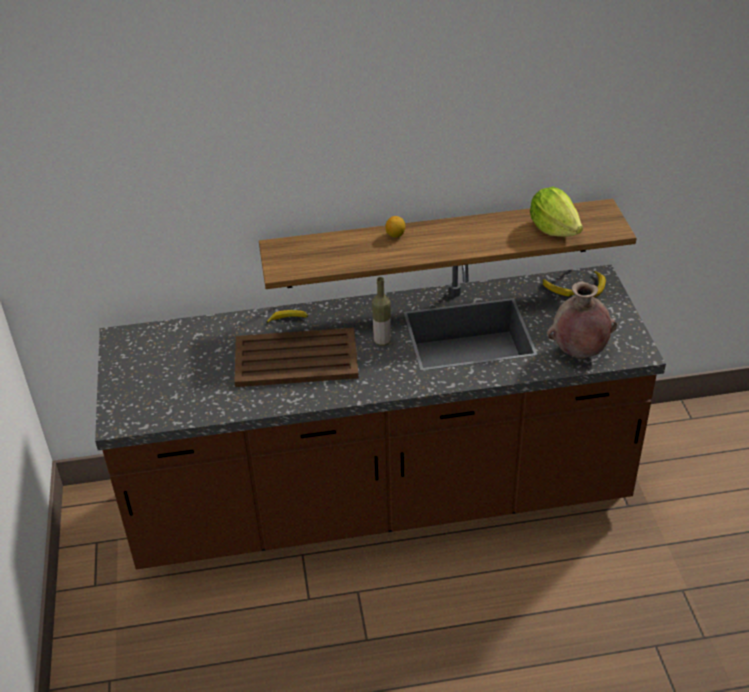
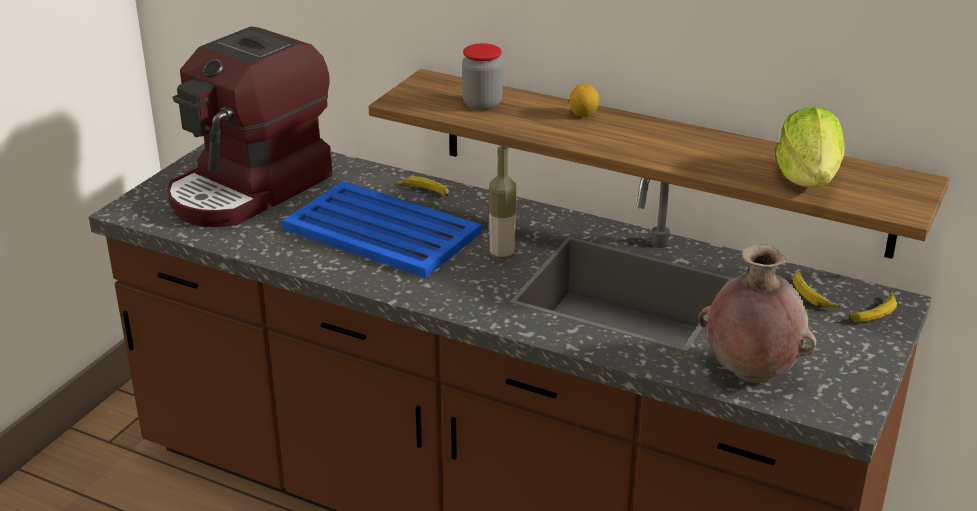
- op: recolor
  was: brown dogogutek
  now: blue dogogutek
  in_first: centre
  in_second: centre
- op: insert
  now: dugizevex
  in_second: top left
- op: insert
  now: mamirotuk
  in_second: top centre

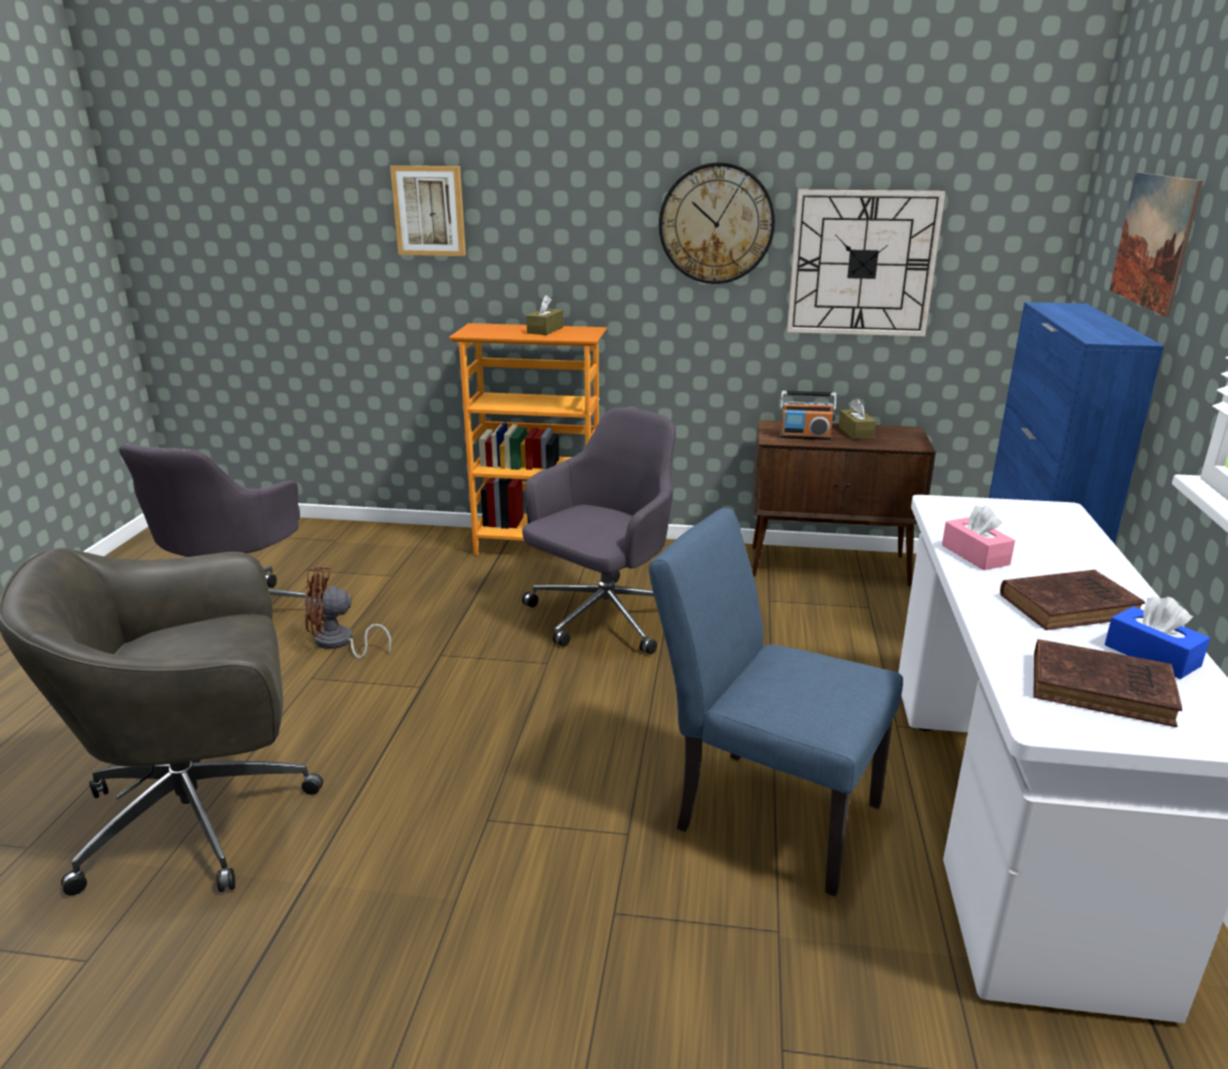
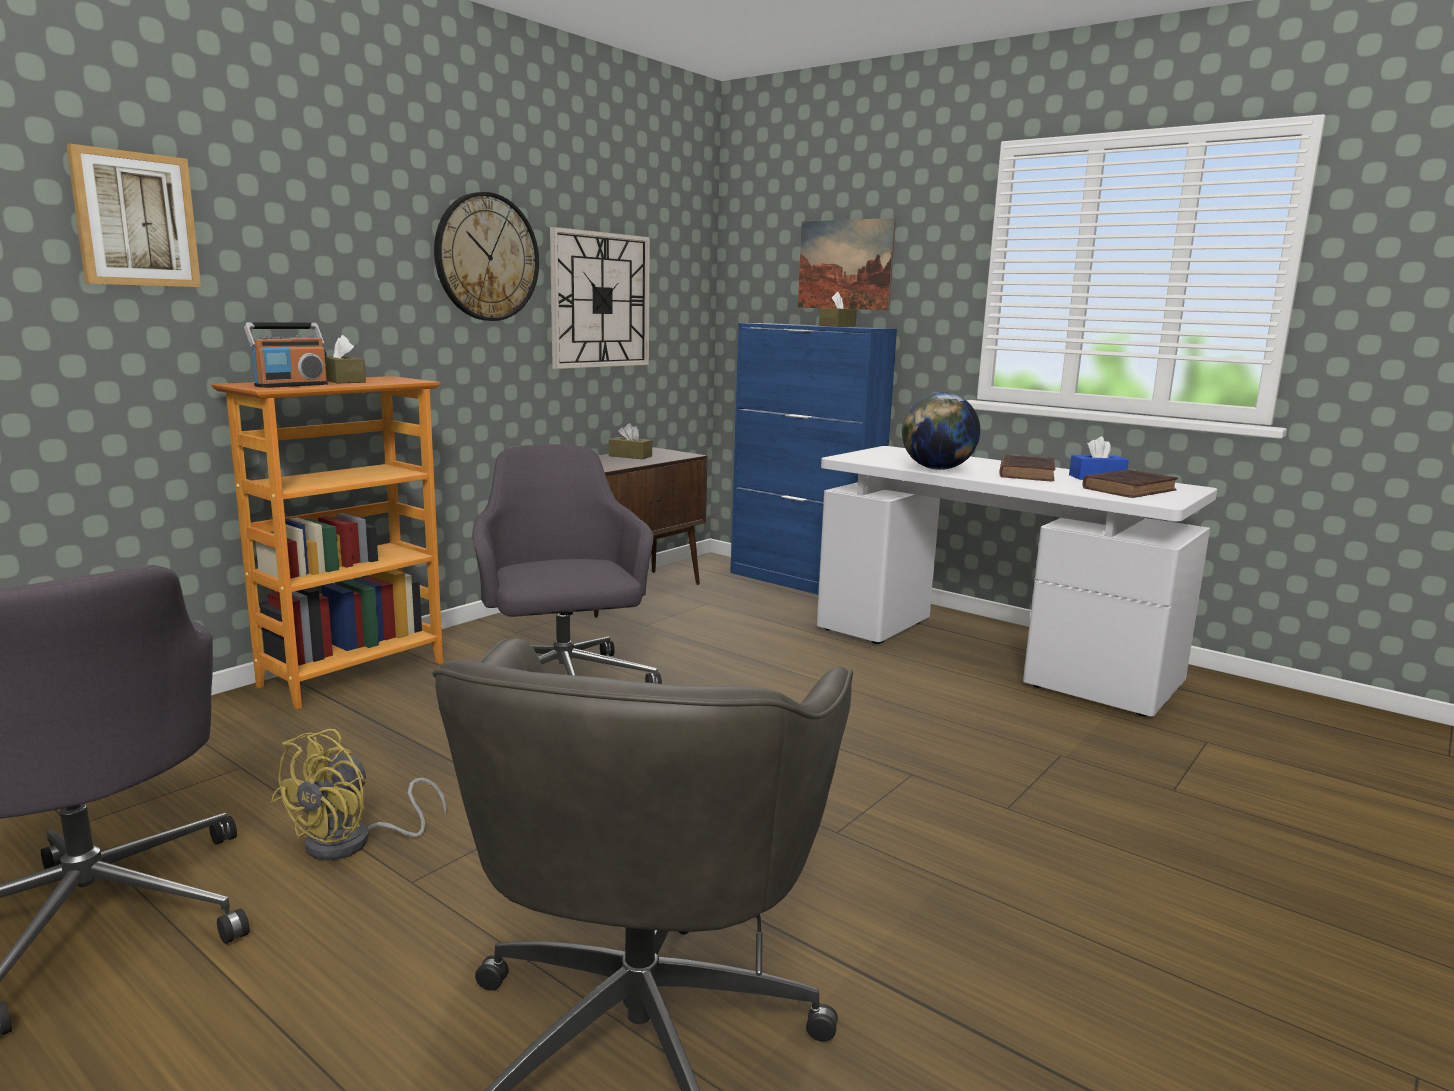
- op: recolor
  was: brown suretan
  now: yellow suretan
  in_first: middle left
  in_second: bottom left
- op: delete
  was: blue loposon
  in_first: centre
- op: move
  was: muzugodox
  in_first: centre
  in_second: top left
- op: replace
  was: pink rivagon
  now: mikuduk
  in_first: middle right
  in_second: centre
- op: insert
  now: brown rivagon (3rd from left)
  in_second: top centre

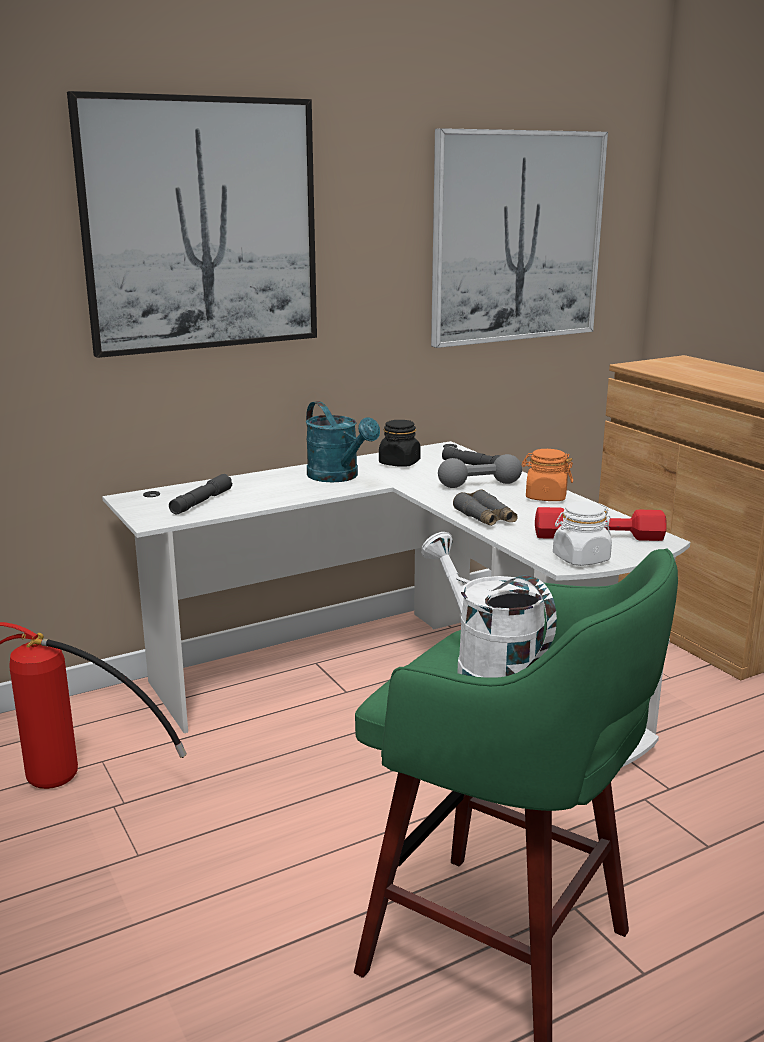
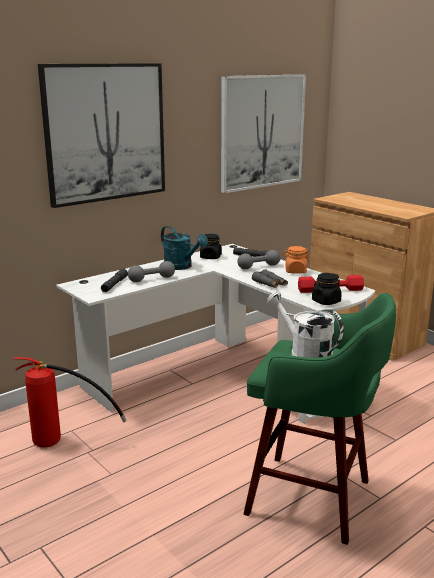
- op: recolor
  was: white mamirotuk
  now: black mamirotuk (2nd from left)
  in_first: middle right
  in_second: middle right
- op: insert
  now: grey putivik (1st from left)
  in_second: centre

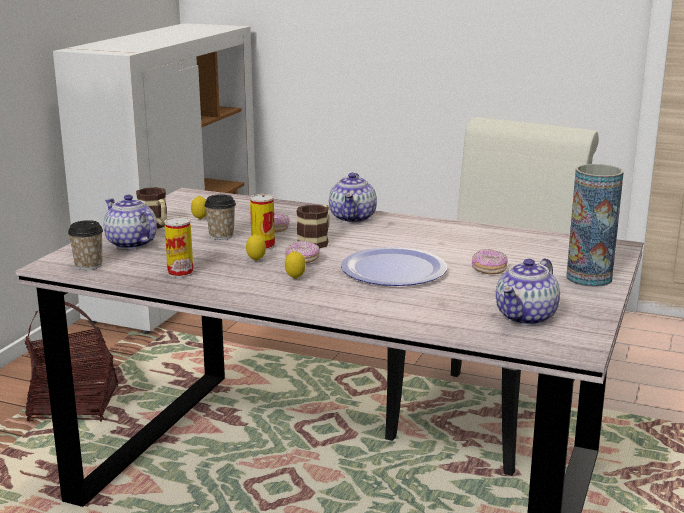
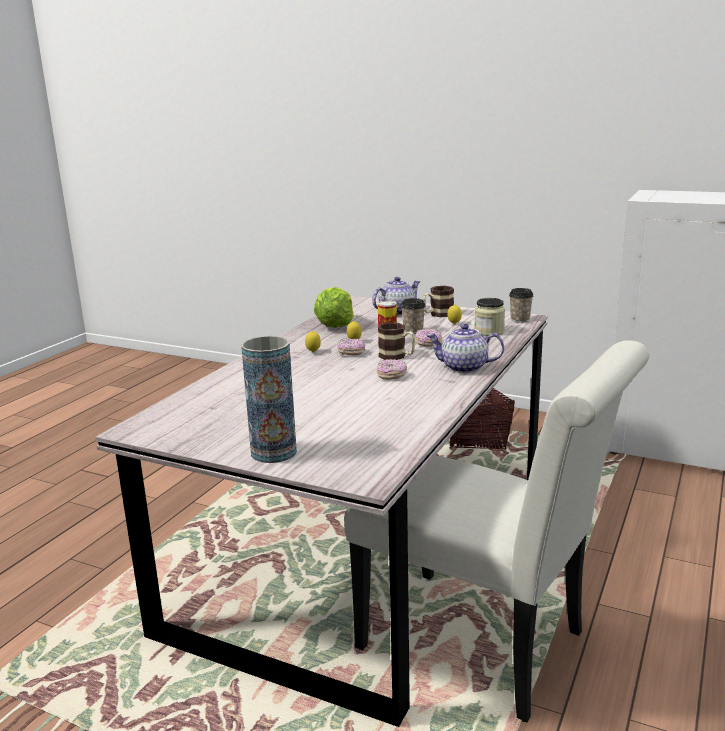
- op: move
  was: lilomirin (1st from left in the first image)
  now: lilomirin (2nd from left)
  in_first: middle left
  in_second: middle right
- op: replace
  was: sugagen (1st from left)
  now: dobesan
  in_first: middle left
  in_second: centre
- op: delete
  was: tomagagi
  in_first: centre
- op: move
  was: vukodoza (3rd from left in the first image)
  now: vukodoza (2nd from left)
  in_first: middle right
  in_second: centre
- op: delete
  was: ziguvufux (3rd from left)
  in_first: middle right
- op: insert
  now: mamirotuk
  in_second: middle right

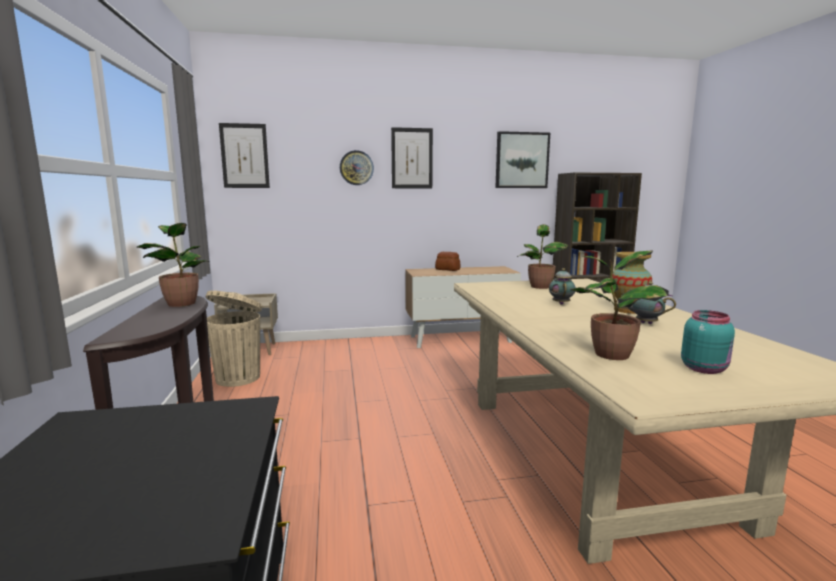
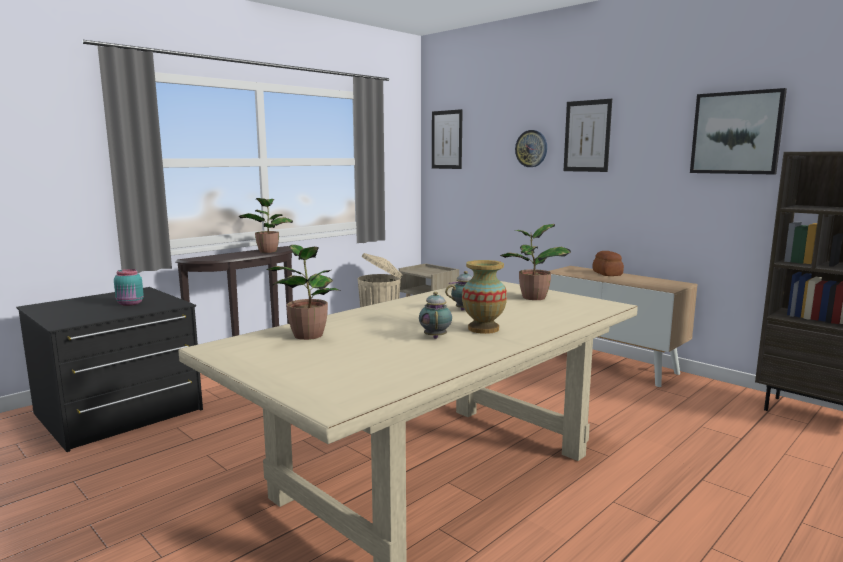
- op: move
  was: turquoise mamirotuk
  in_first: middle right
  in_second: middle left

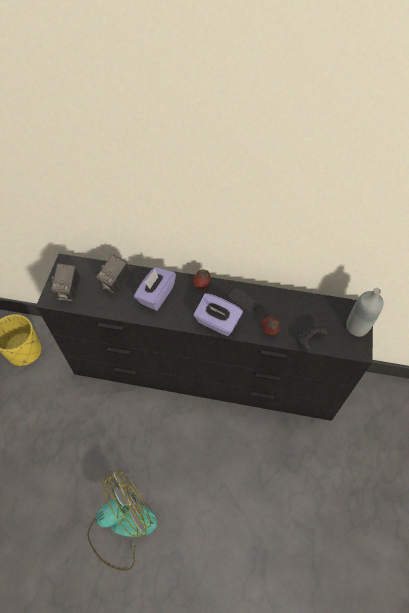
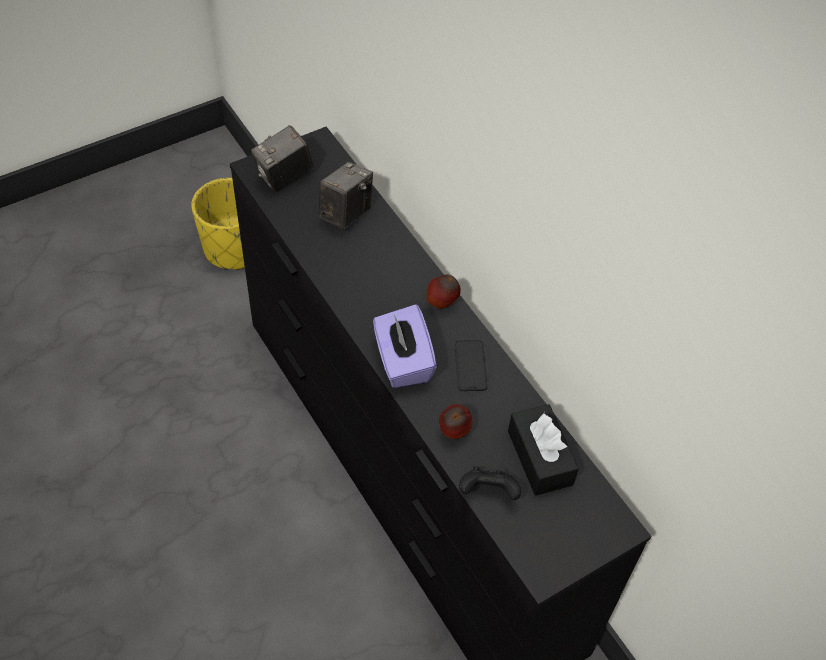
- op: delete
  was: suretan
  in_first: bottom left
- op: rotate
  was: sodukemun (2nd from left)
  in_first: middle left
  in_second: top centre
  clockwise: 135
- op: delete
  was: purple rivagon (1st from left)
  in_first: centre
- op: delete
  was: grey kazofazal
  in_first: middle right
- op: insert
  now: black rivagon
  in_second: bottom centre

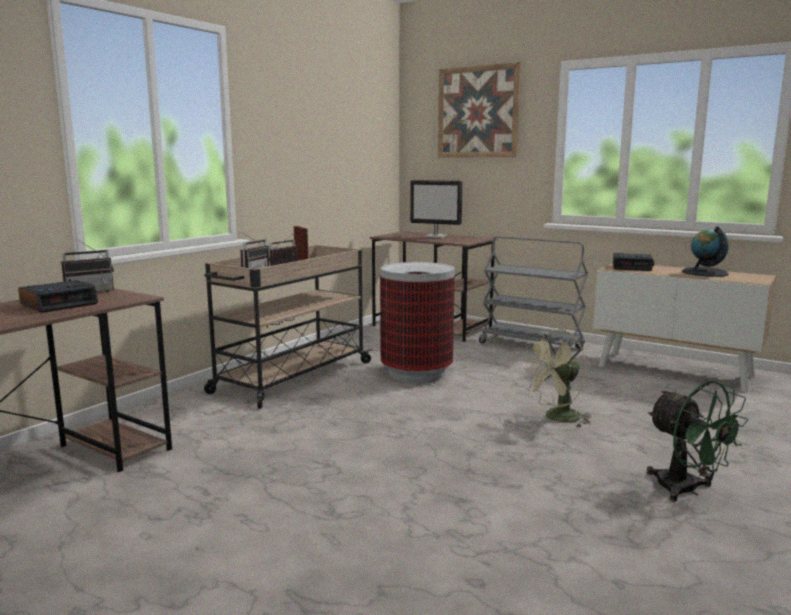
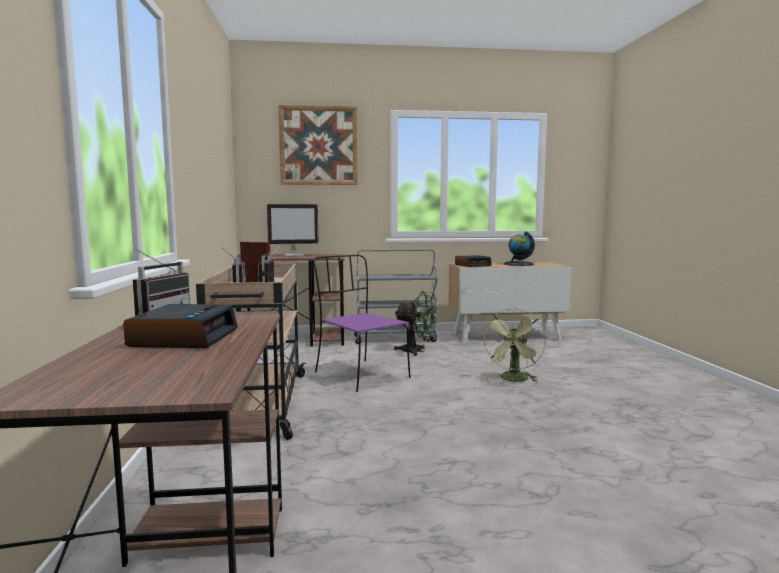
- op: replace
  was: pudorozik
  now: purple loposon
  in_first: centre
  in_second: centre
- op: move
  was: green suretan (2nd from left in the first image)
  now: green suretan (1st from left)
  in_first: bottom right
  in_second: centre

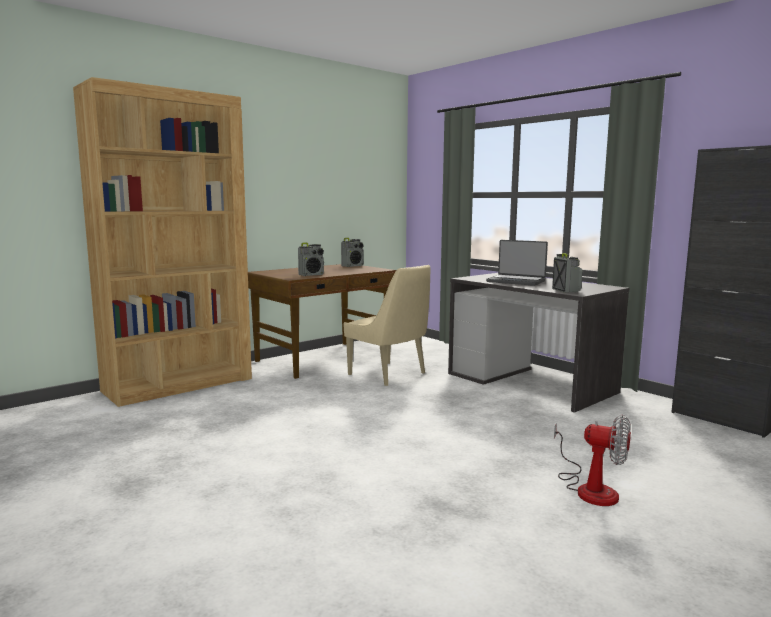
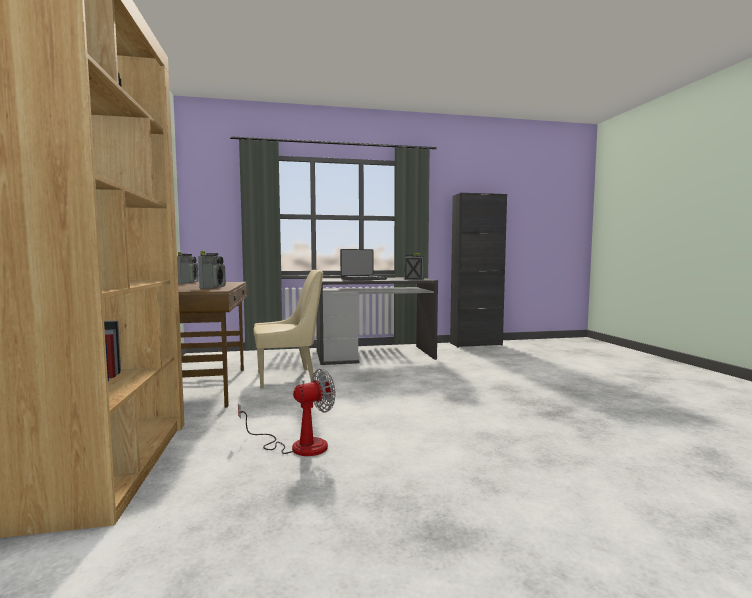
- op: move
  was: suretan
  in_first: bottom right
  in_second: bottom centre

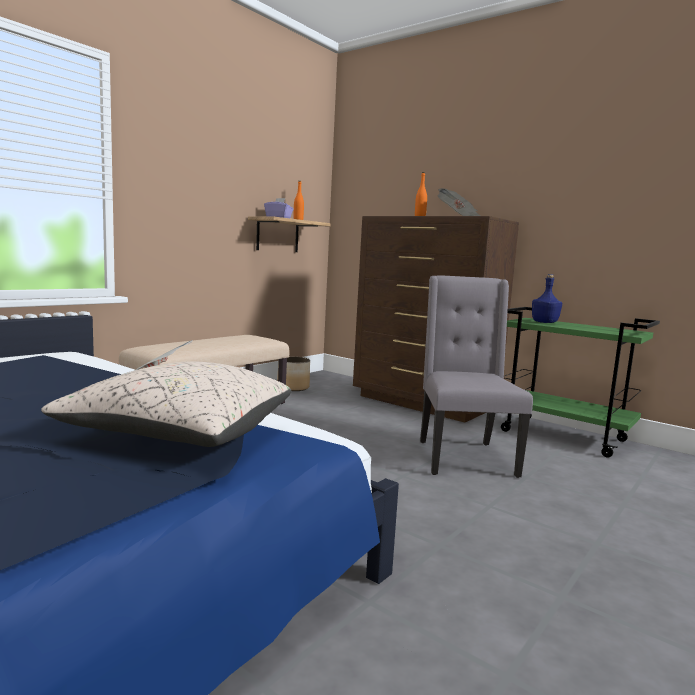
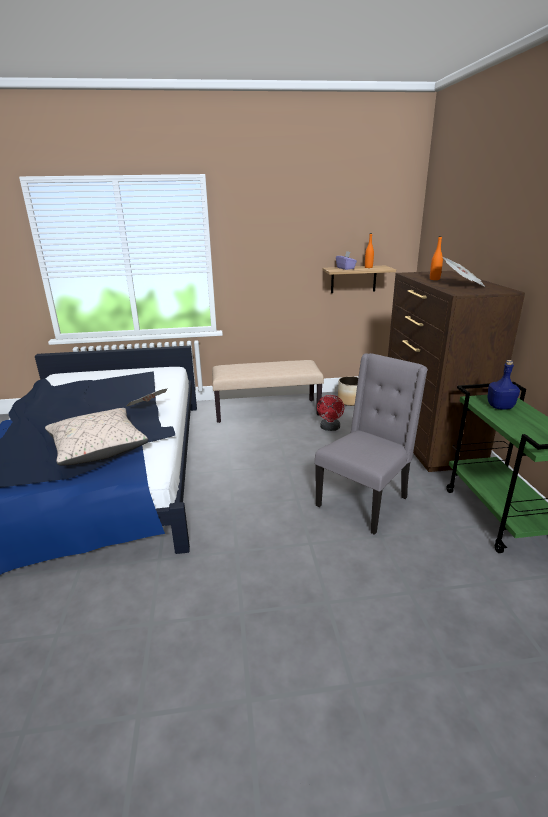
- op: insert
  now: red suretan
  in_second: centre

